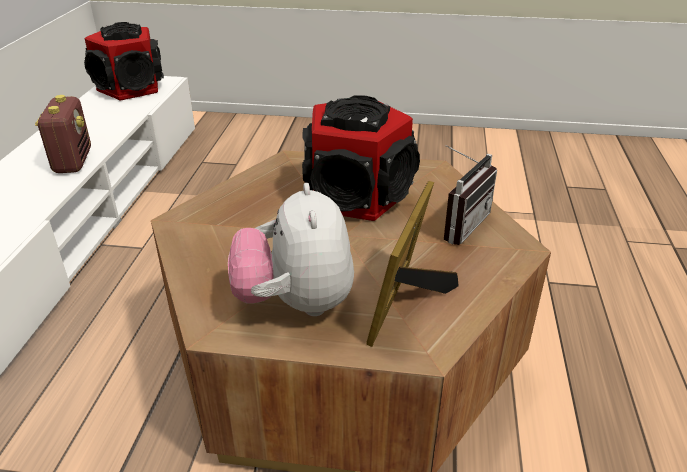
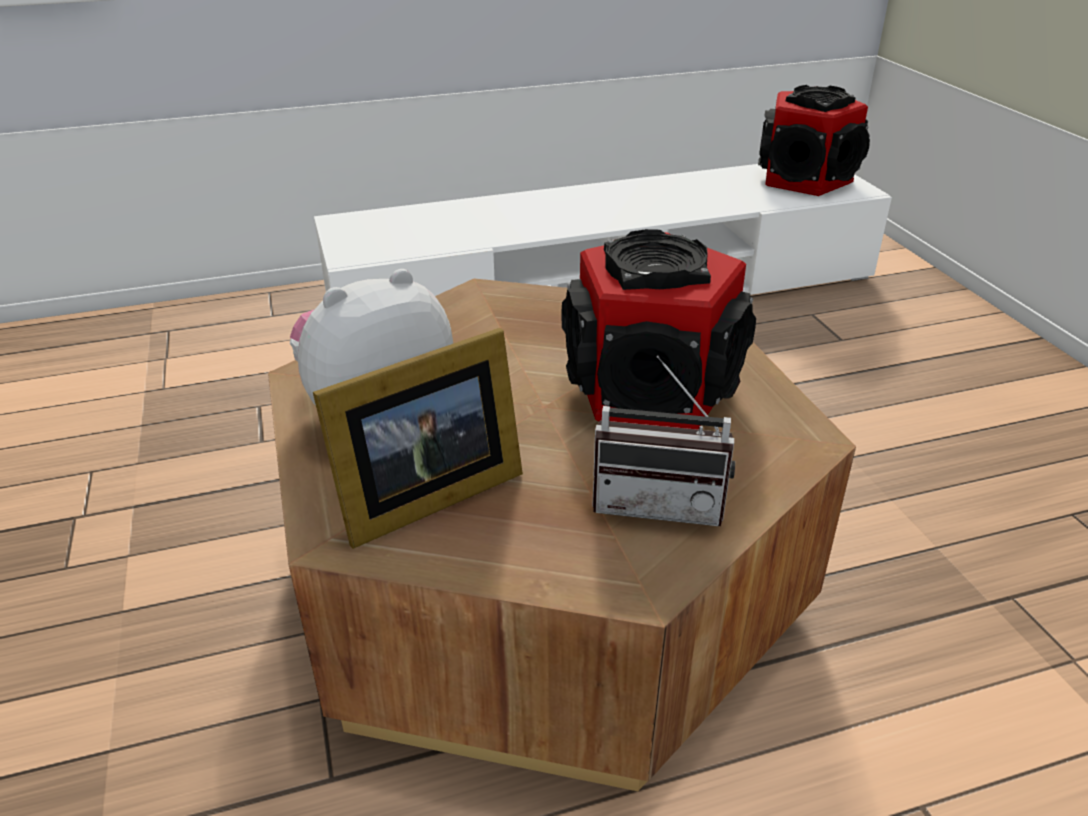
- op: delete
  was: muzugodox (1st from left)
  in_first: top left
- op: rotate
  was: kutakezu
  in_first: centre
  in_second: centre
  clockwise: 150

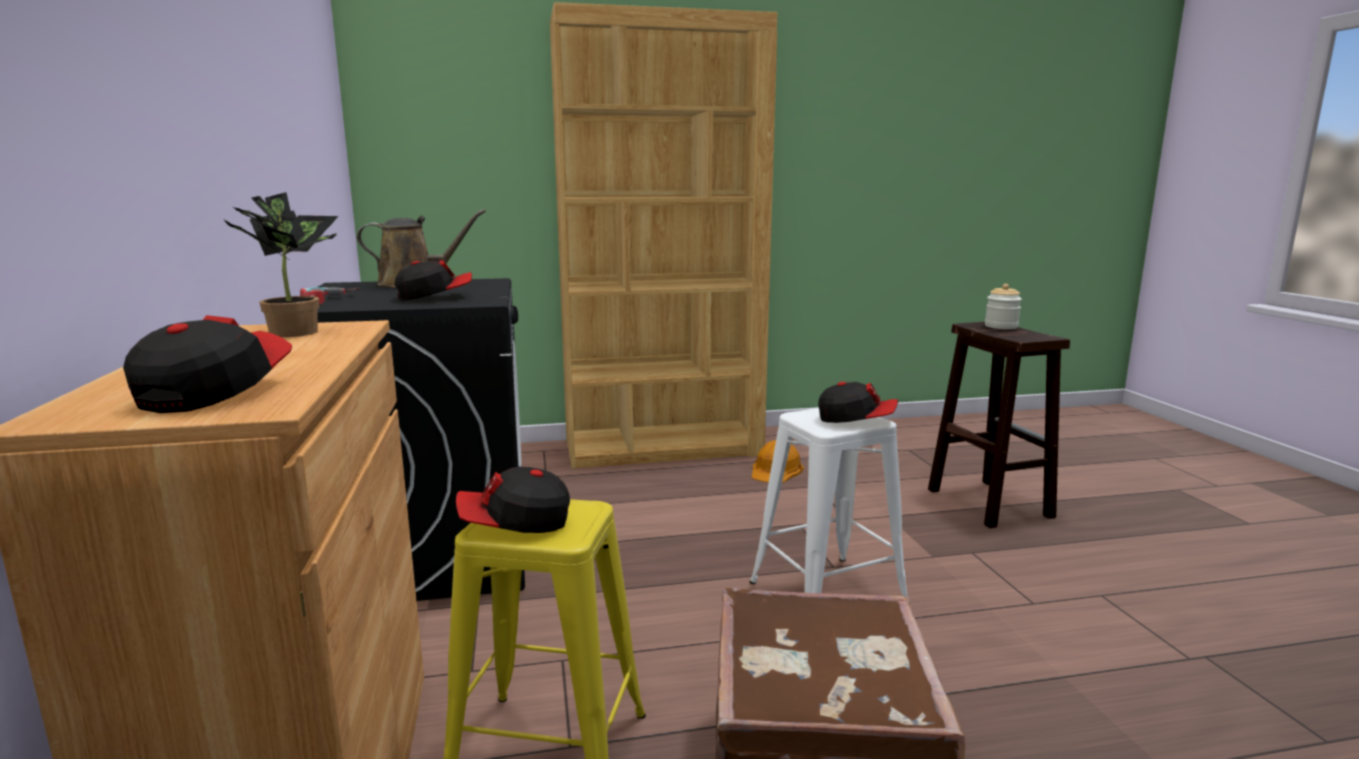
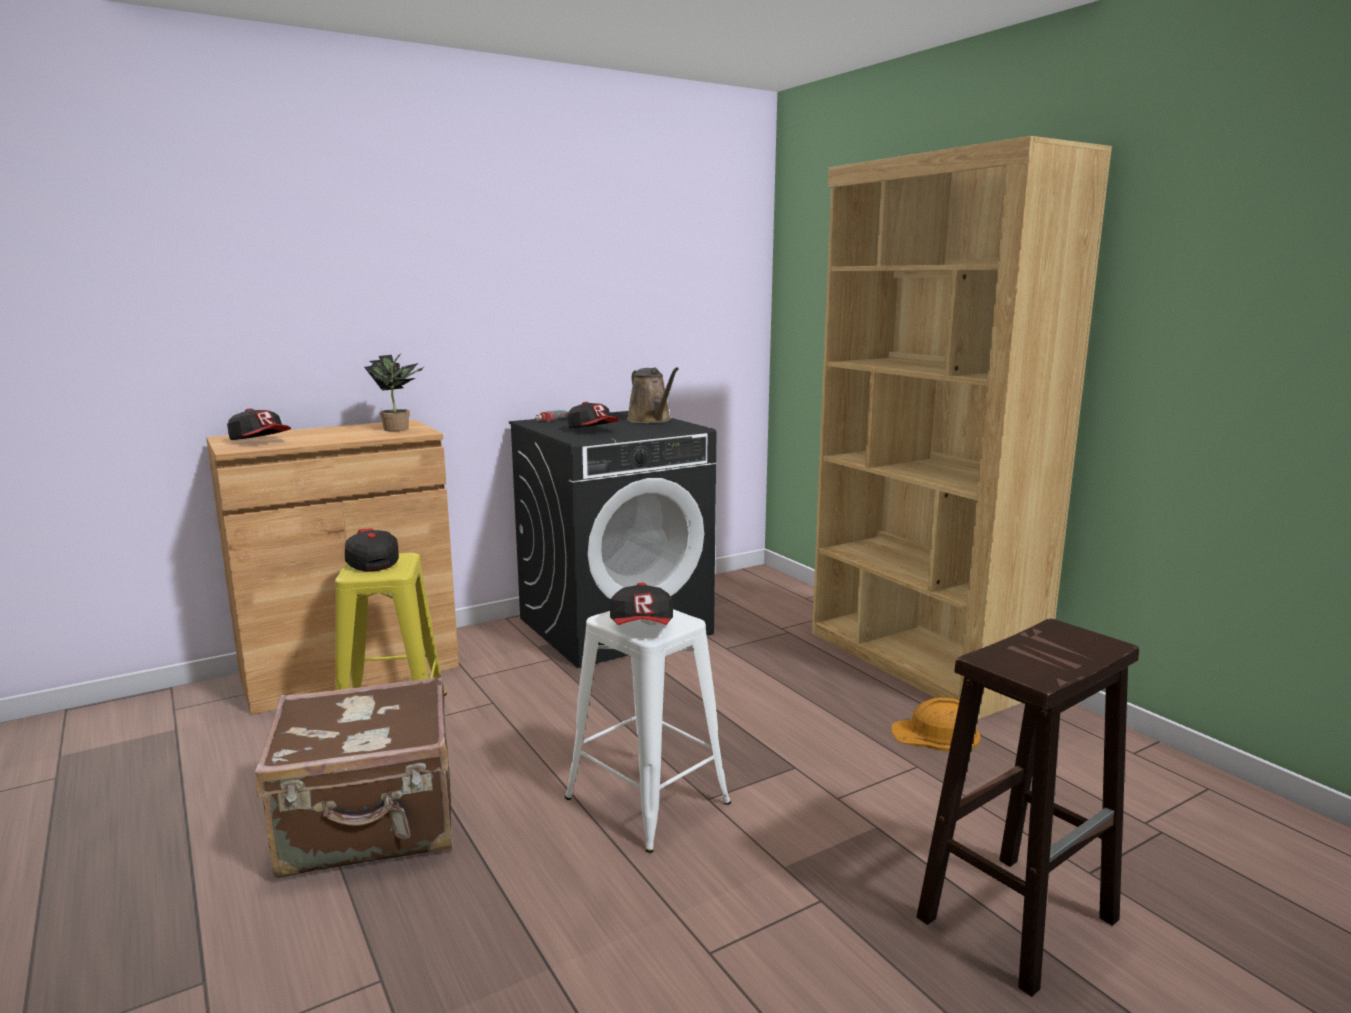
- op: rotate
  was: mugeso (1st from left)
  in_first: middle left
  in_second: middle left
  clockwise: 45
- op: delete
  was: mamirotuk
  in_first: middle right

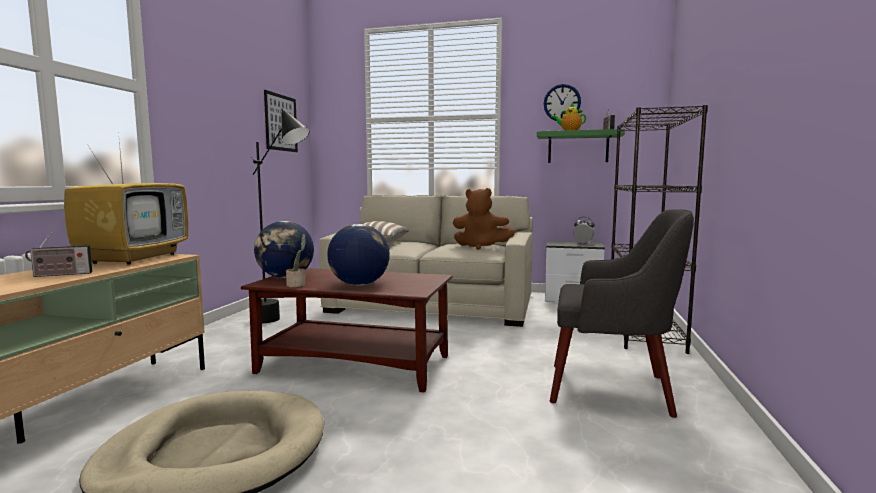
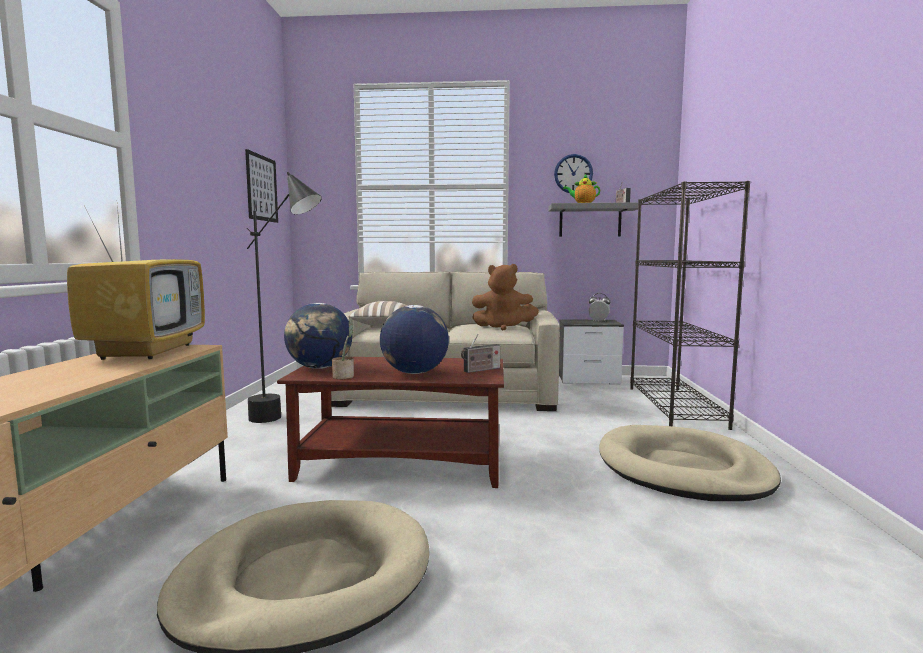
- op: move
  was: muzugodox (1st from left)
  in_first: middle left
  in_second: centre
- op: recolor
  was: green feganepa
  now: grey feganepa
  in_first: top centre
  in_second: centre
- op: replace
  was: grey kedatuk
  now: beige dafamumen (2nd from left)
  in_first: middle right
  in_second: bottom right

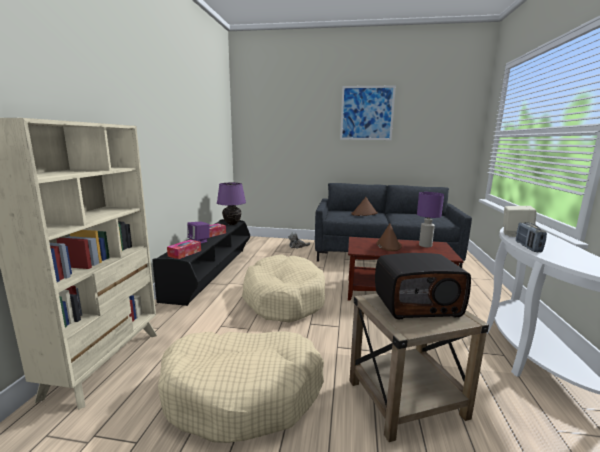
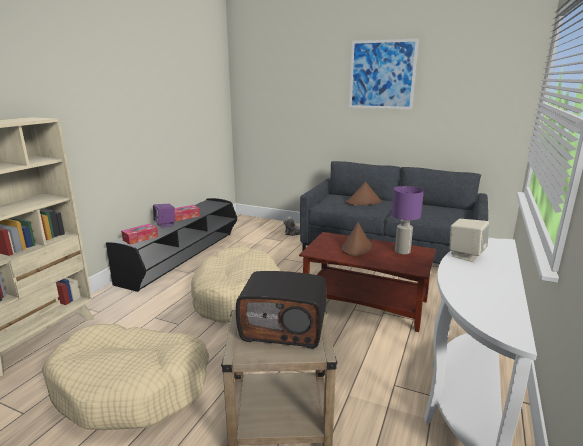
- op: delete
  was: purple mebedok (1st from left)
  in_first: centre
- op: delete
  was: muzugodox (2nd from left)
  in_first: middle right

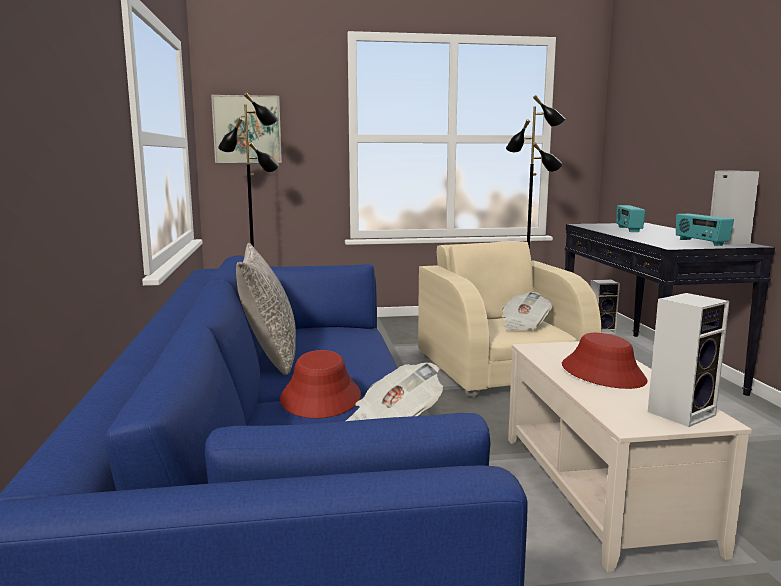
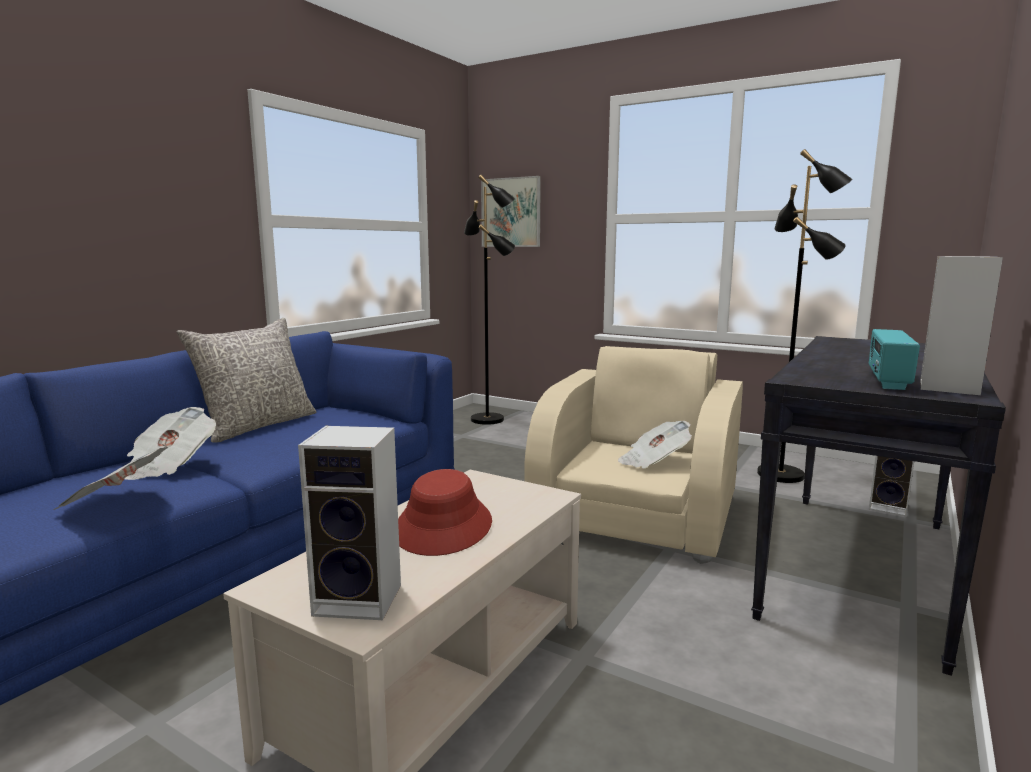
- op: replace
  was: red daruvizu (1st from left)
  now: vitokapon (2nd from left)
  in_first: centre
  in_second: middle left
- op: delete
  was: muzugodox (1st from left)
  in_first: middle right

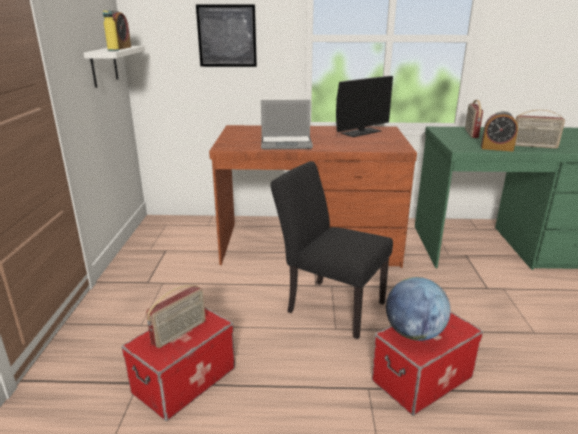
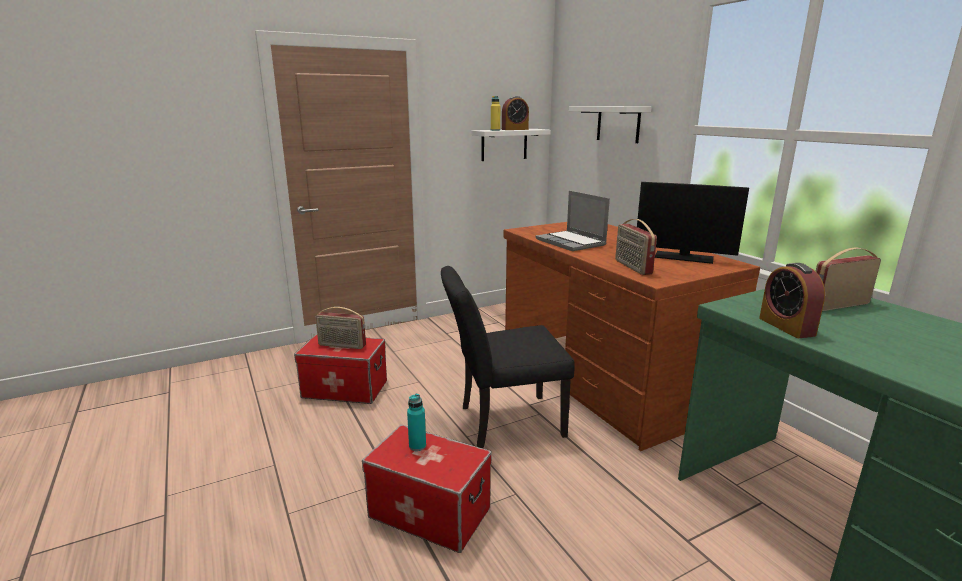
- op: replace
  was: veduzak
  now: white feganepa (2nd from left)
  in_first: top centre
  in_second: top centre
- op: rotate
  was: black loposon
  in_first: centre
  in_second: centre
  clockwise: -105
- op: replace
  was: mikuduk
  now: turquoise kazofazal
  in_first: bottom right
  in_second: bottom centre
- op: move
  was: muzugodox (3rd from left in the first image)
  now: muzugodox (2nd from left)
  in_first: top right
  in_second: centre

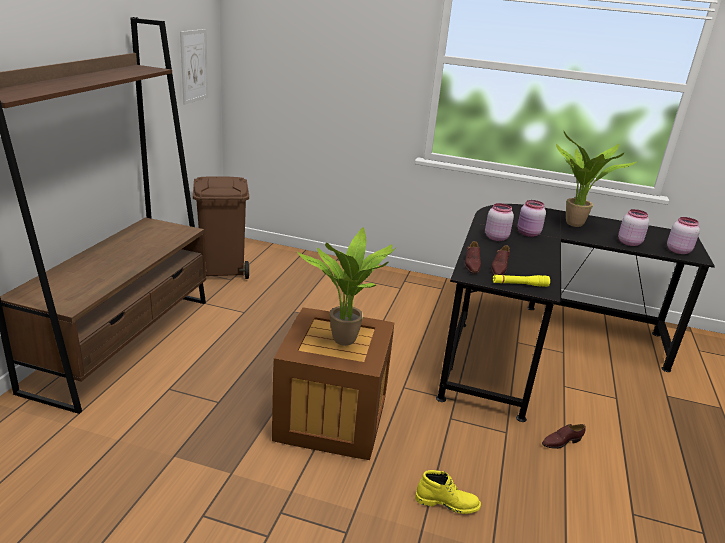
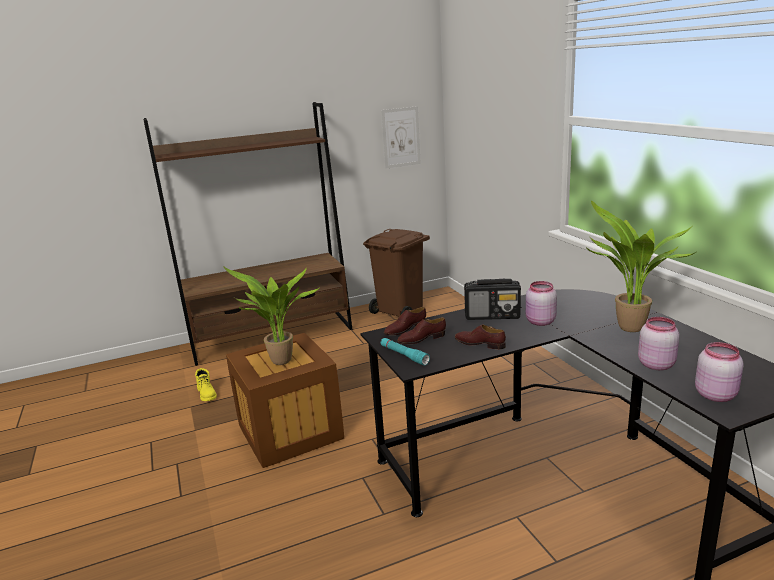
- op: move
  was: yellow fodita
  in_first: bottom centre
  in_second: middle left
- op: replace
  was: pink mamirotuk (1st from left)
  now: muzugodox
  in_first: middle right
  in_second: centre
- op: recolor
  was: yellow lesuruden
  now: turquoise lesuruden
  in_first: middle right
  in_second: centre
- op: move
  was: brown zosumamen (3rd from left)
  in_first: bottom right
  in_second: centre

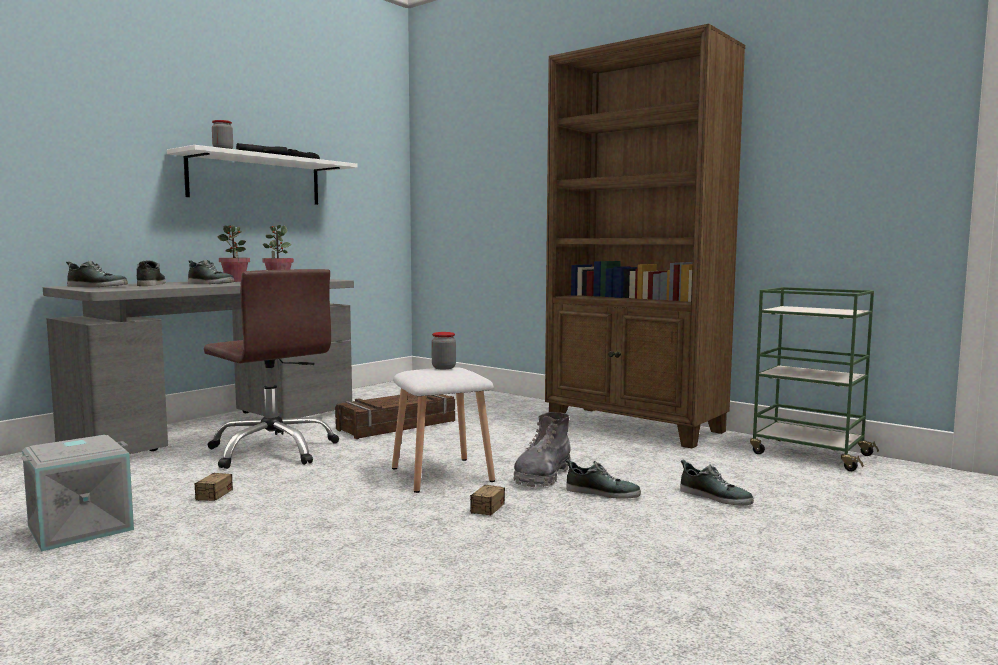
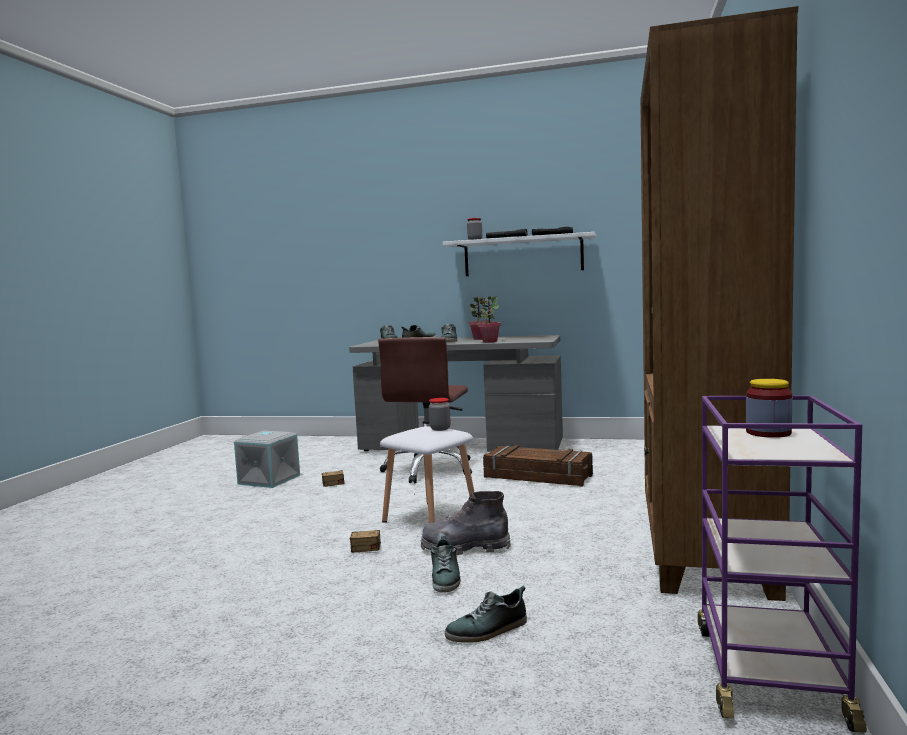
- op: rotate
  was: zosumamen (5th from left)
  in_first: bottom right
  in_second: bottom centre
  clockwise: 45
- op: recolor
  was: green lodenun
  now: purple lodenun
  in_first: middle right
  in_second: bottom right
- op: insert
  now: mamirotuk (3rd from left)
  in_second: middle right

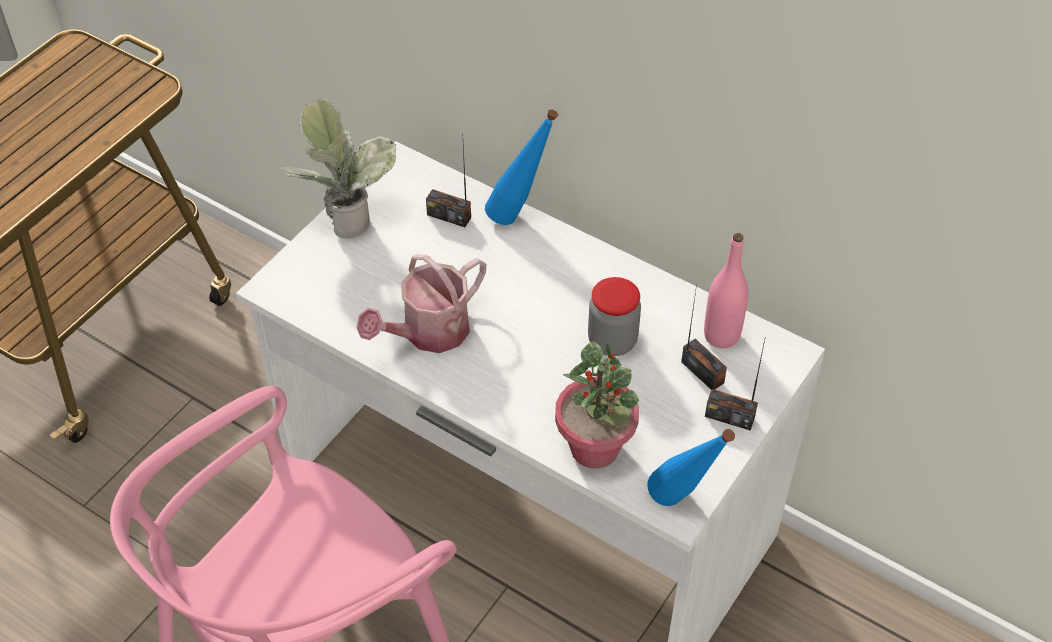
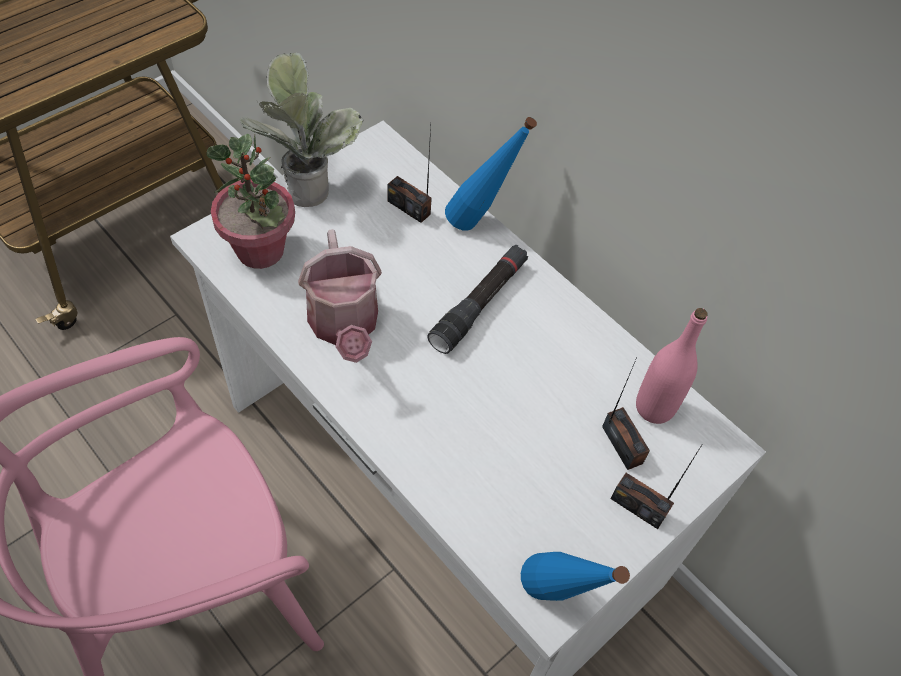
- op: rotate
  was: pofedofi
  in_first: centre
  in_second: centre
  clockwise: -75
- op: move
  was: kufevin (2nd from left in the first image)
  now: kufevin (1st from left)
  in_first: centre
  in_second: top left
- op: delete
  was: mamirotuk
  in_first: centre
- op: insert
  now: black lesuruden
  in_second: centre

